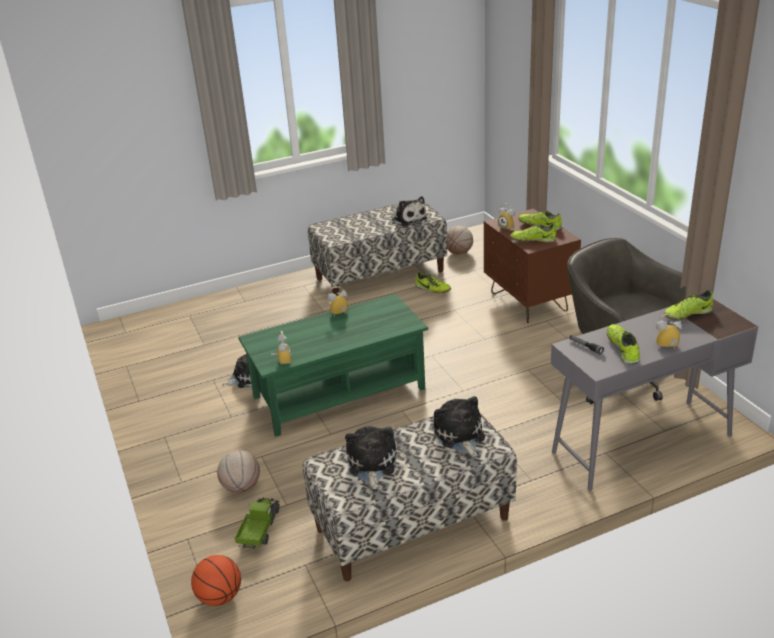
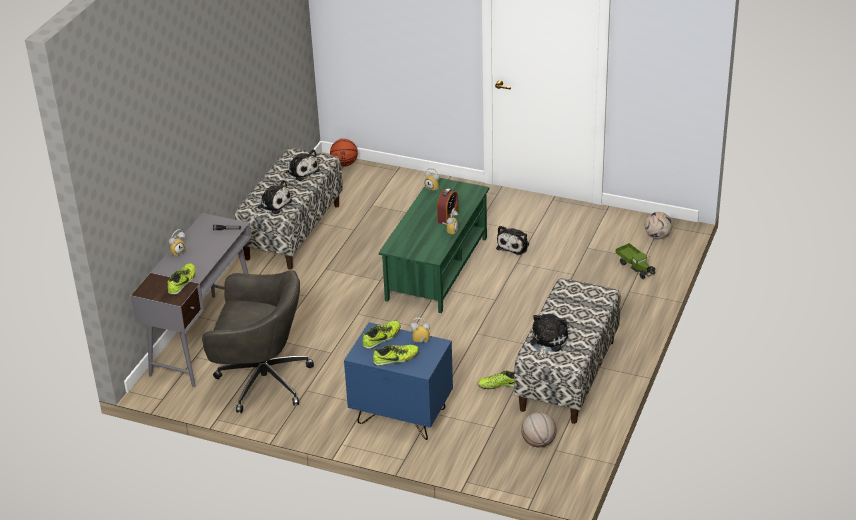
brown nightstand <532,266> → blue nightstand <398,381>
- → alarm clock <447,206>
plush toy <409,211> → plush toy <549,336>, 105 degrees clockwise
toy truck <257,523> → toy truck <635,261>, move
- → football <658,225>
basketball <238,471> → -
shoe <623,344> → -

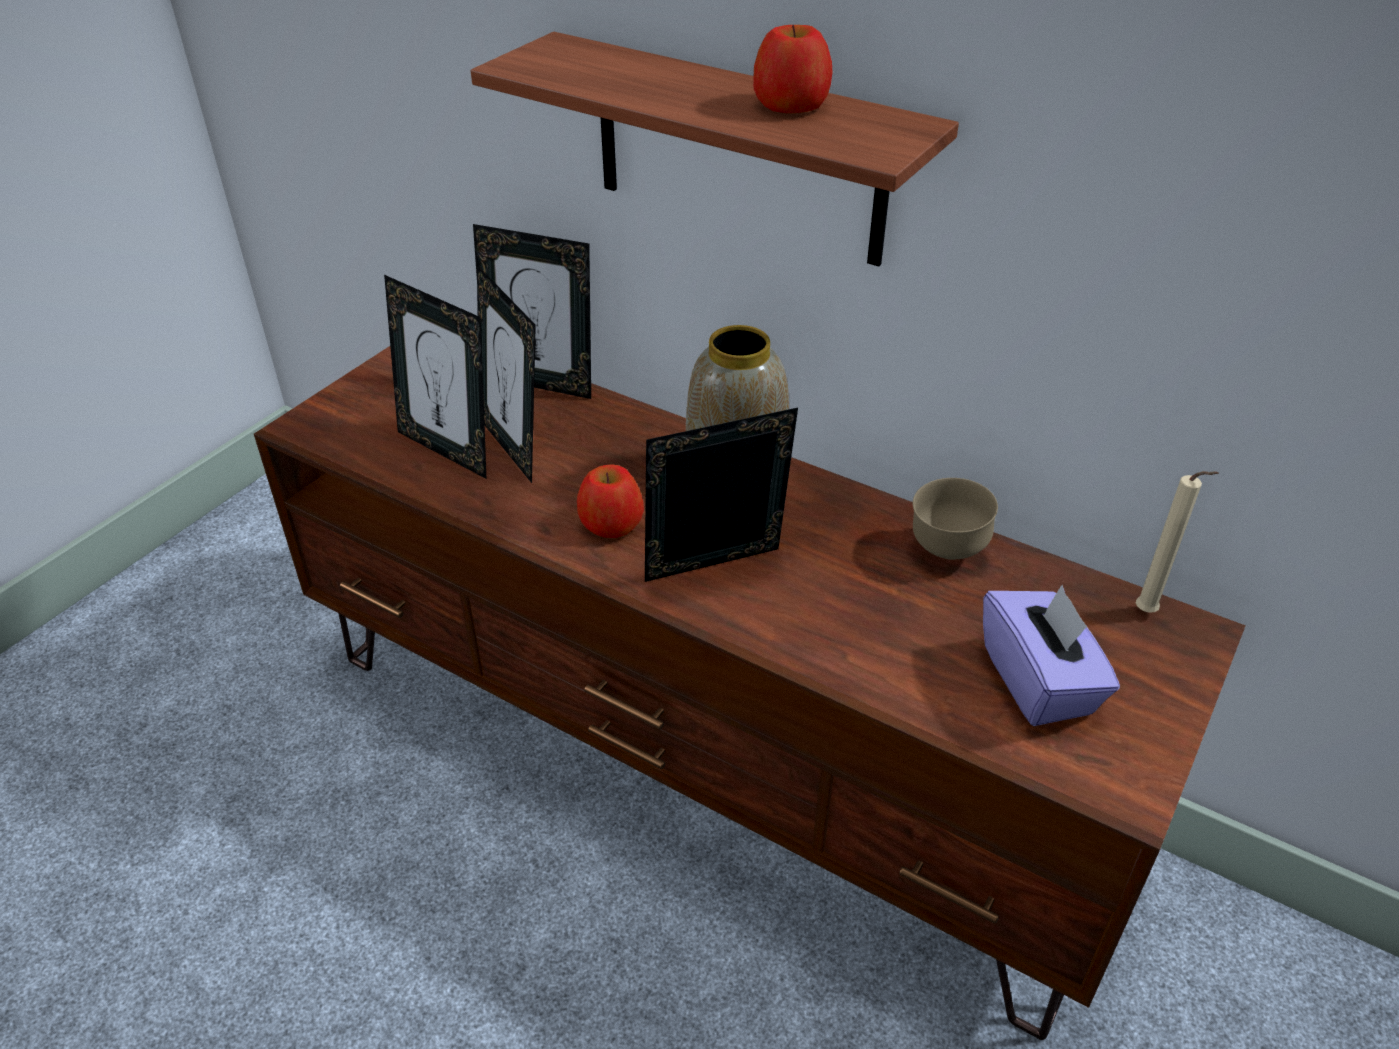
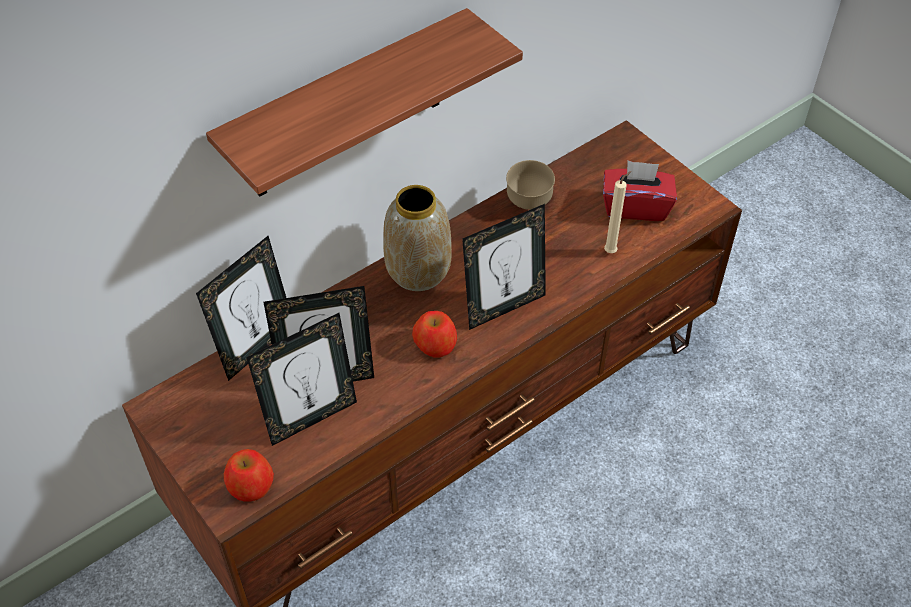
apple <792,68> → apple <249,475>, move
picture frame <721,495> → picture frame <504,267>, 120 degrees counterclockwise
purple tissue box <1051,655> → red tissue box <640,190>
beige candle <1177,542> → beige candle <618,212>, move

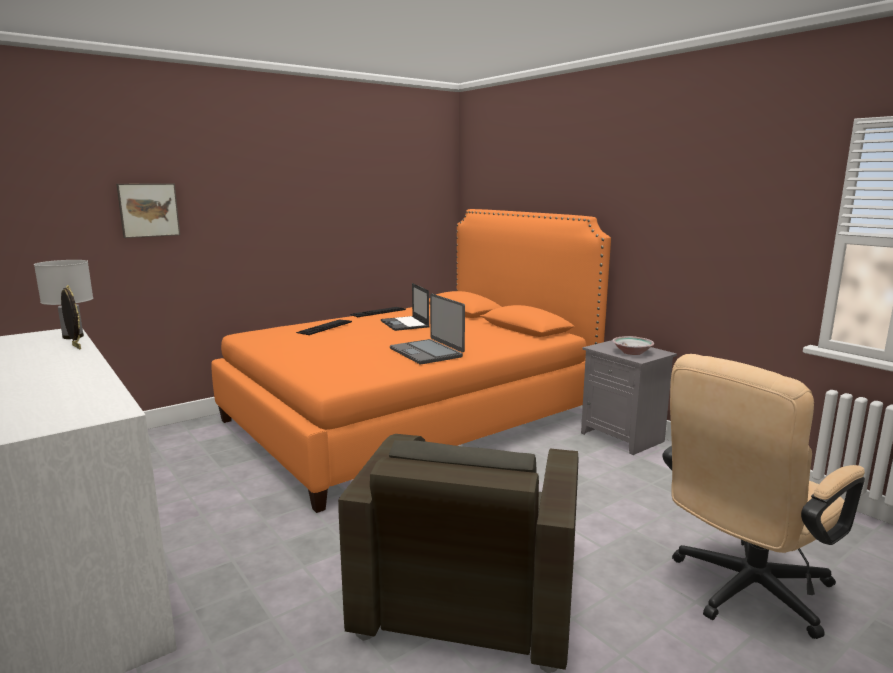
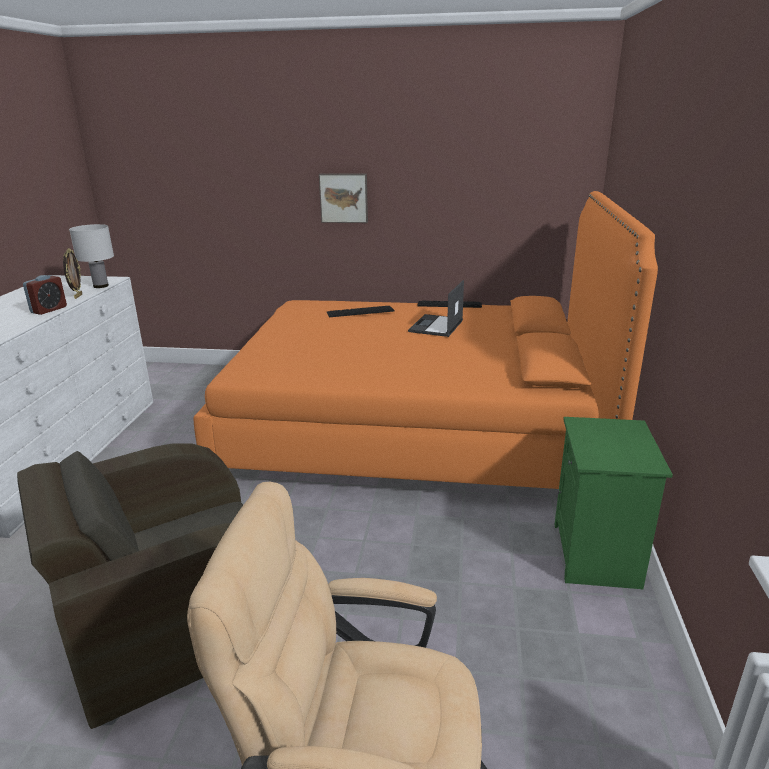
- → alarm clock <45,295>
picture <148,210> → picture <343,198>, move
grey nightstand <629,397> → green nightstand <613,503>
laptop <427,329> → -
bowl <633,345> → -

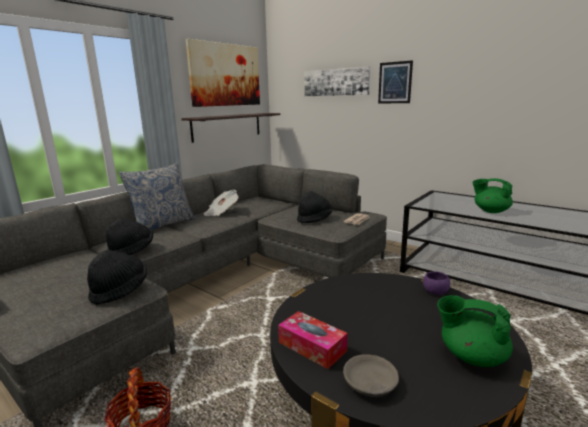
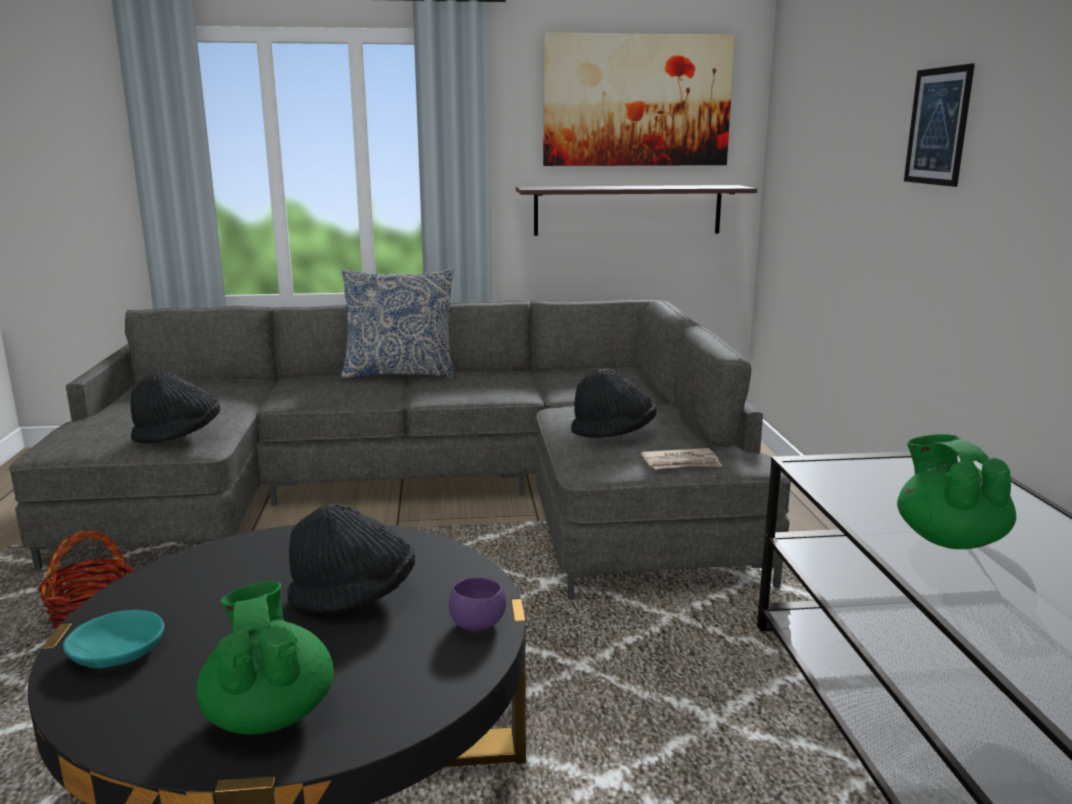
grey bowl <371,375> → turquoise bowl <113,639>
black hat <129,236> → black hat <351,558>, move
newspaper <221,203> → -
tissue box <313,340> → -
picture <337,81> → -

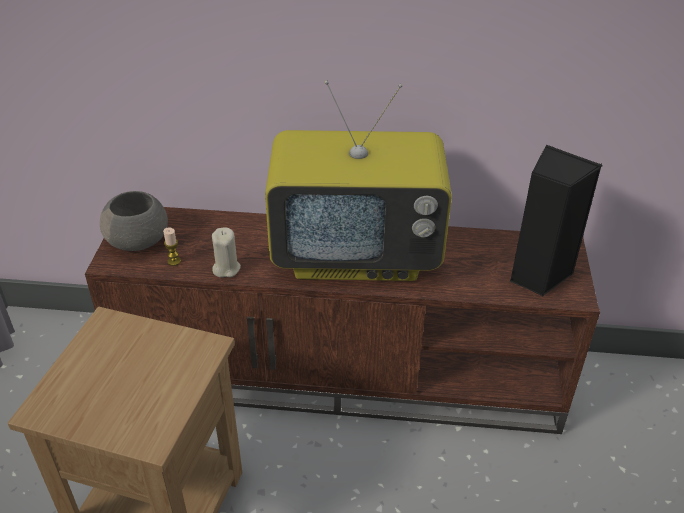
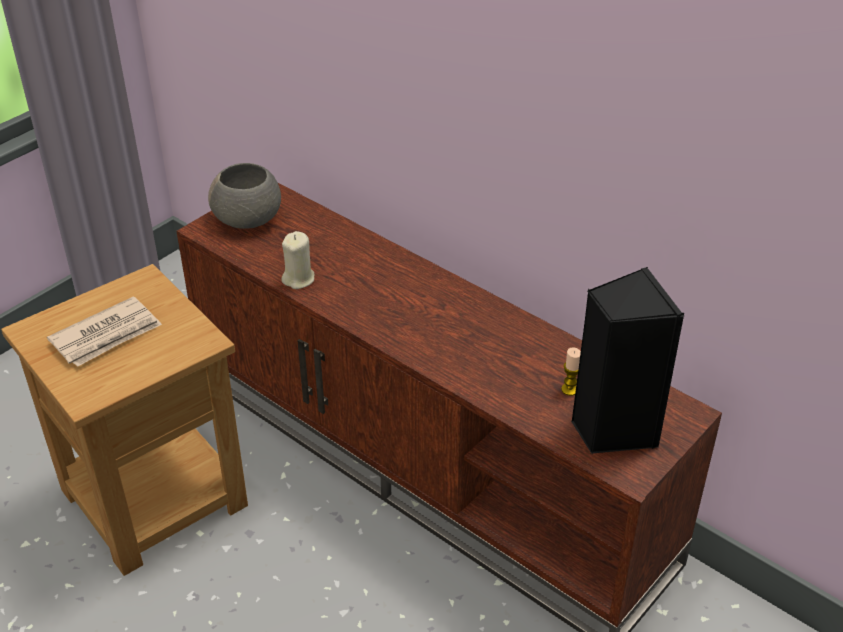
- → newspaper <104,331>
candle <172,246> → candle <571,371>, move
television <358,181> → -

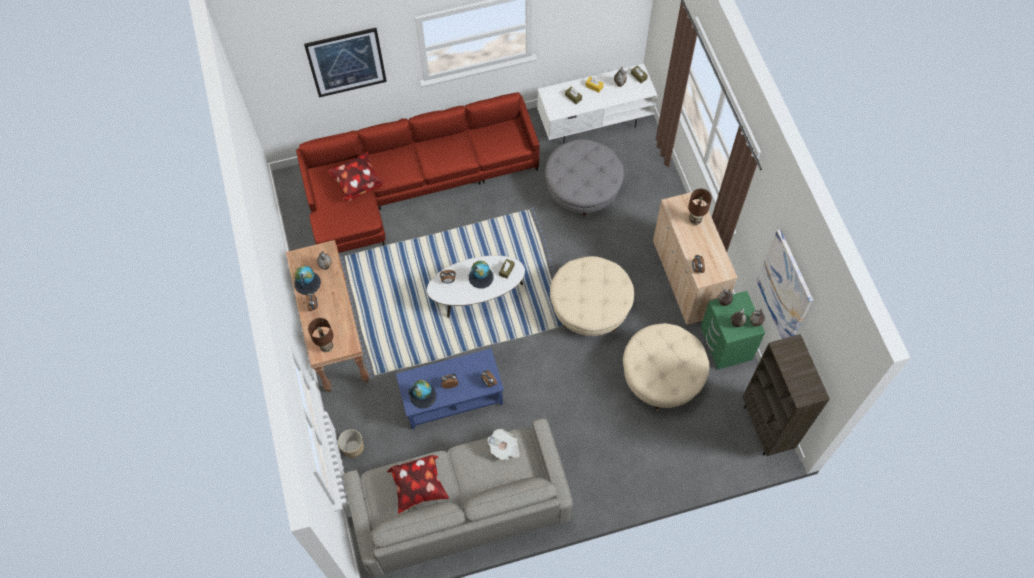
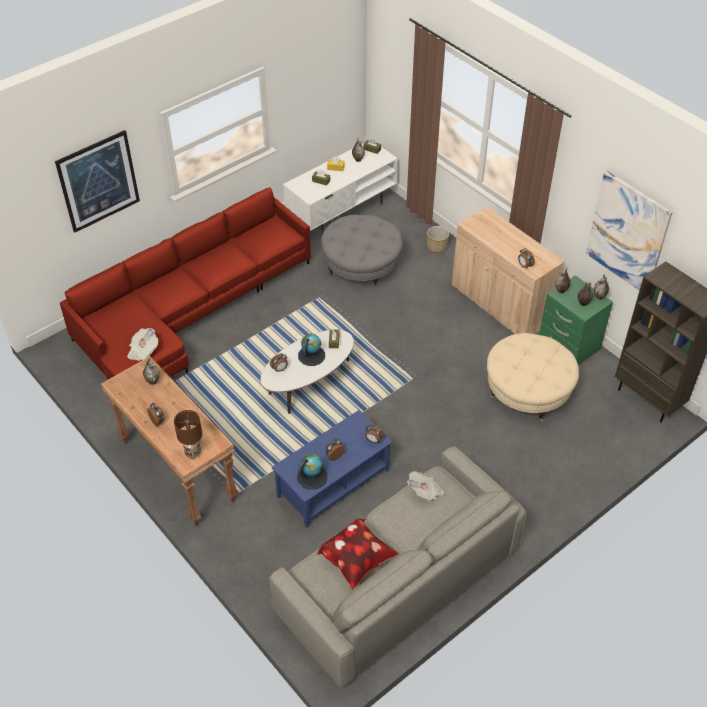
- → newspaper <142,344>
planter <351,443> → planter <438,239>, move
globe <307,280> → -
pillow <356,176> → -
beige ottoman <592,296> → -
brown table lamp <700,207> → -

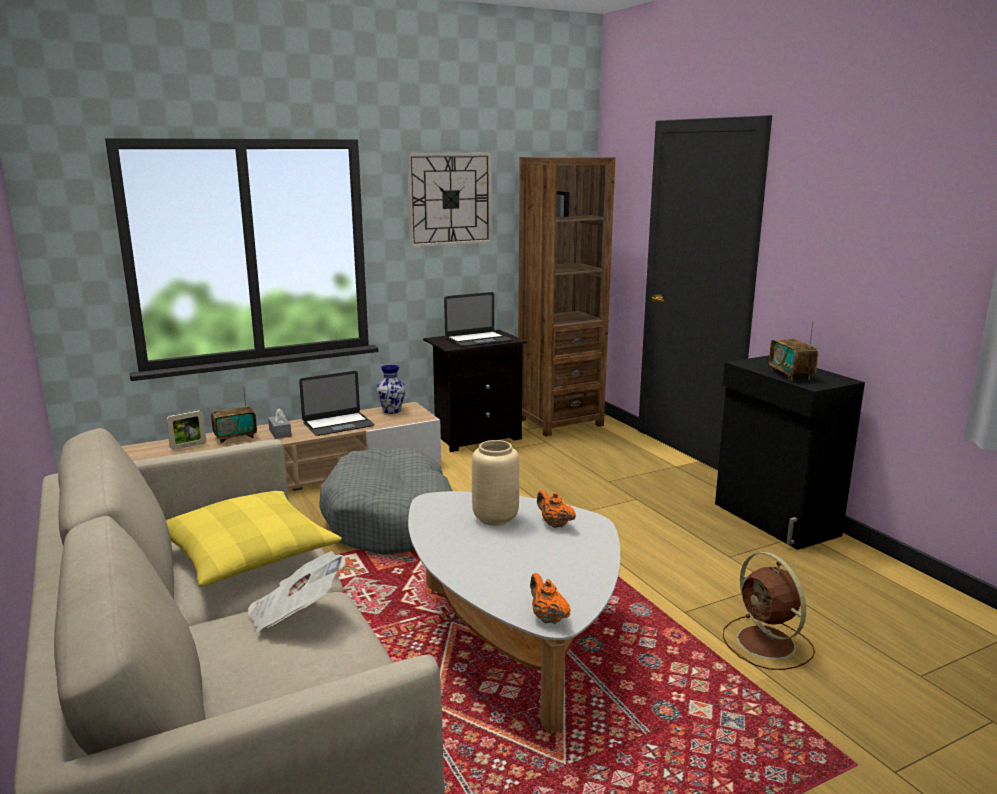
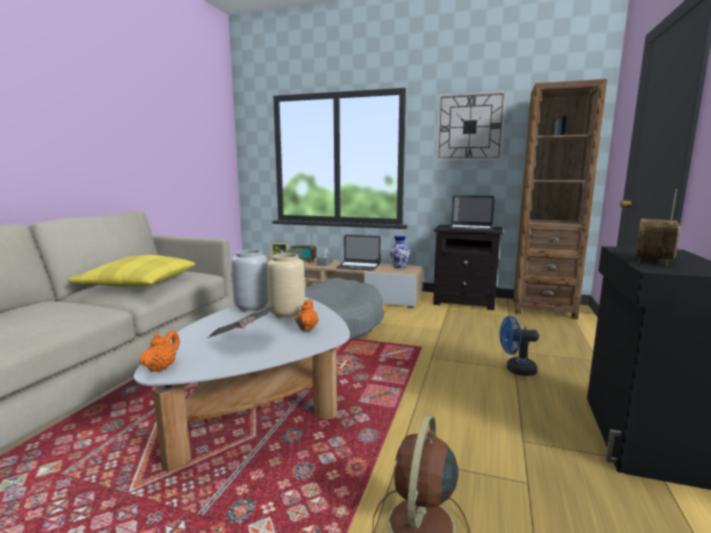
newspaper <297,592> → newspaper <241,322>, move
- → grey vase <249,281>
- → blue fan <519,346>

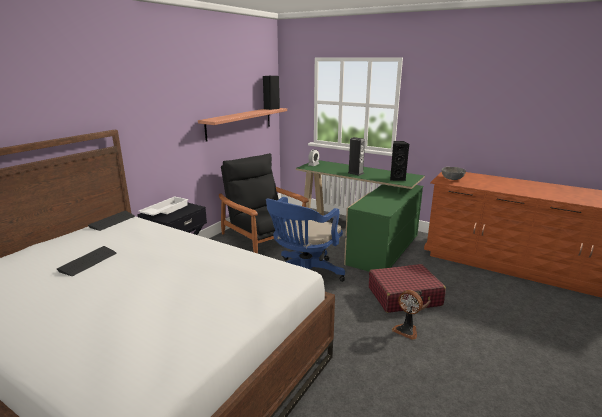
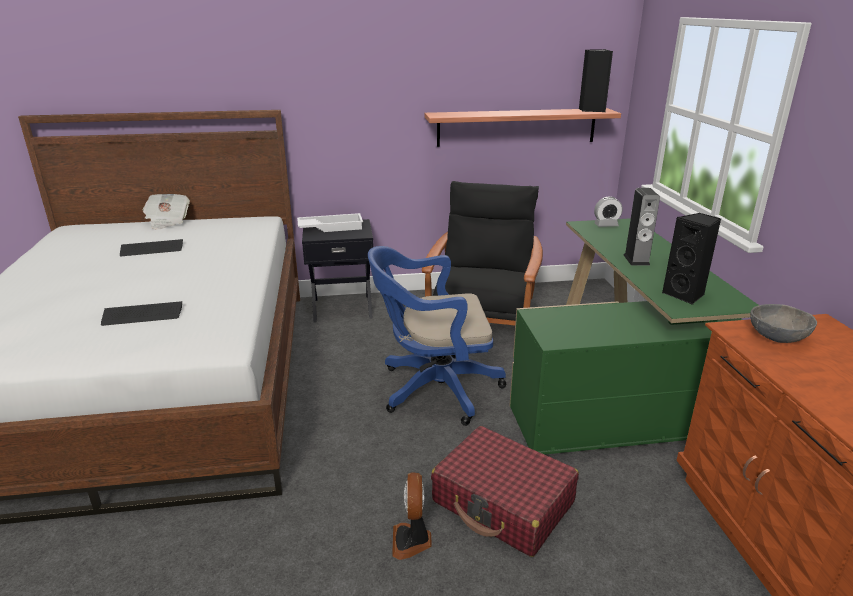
keyboard <111,221> → keyboard <141,313>, move
- → newspaper <166,211>

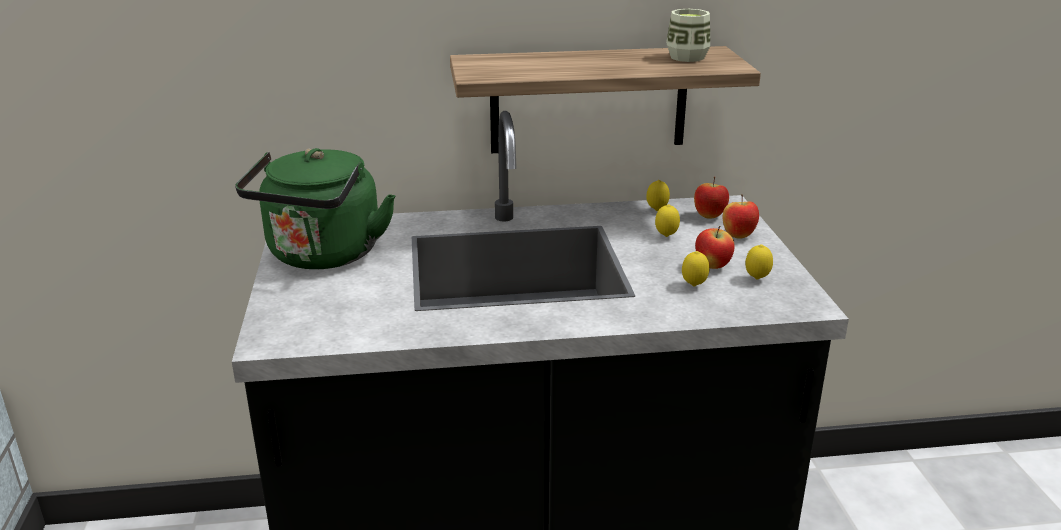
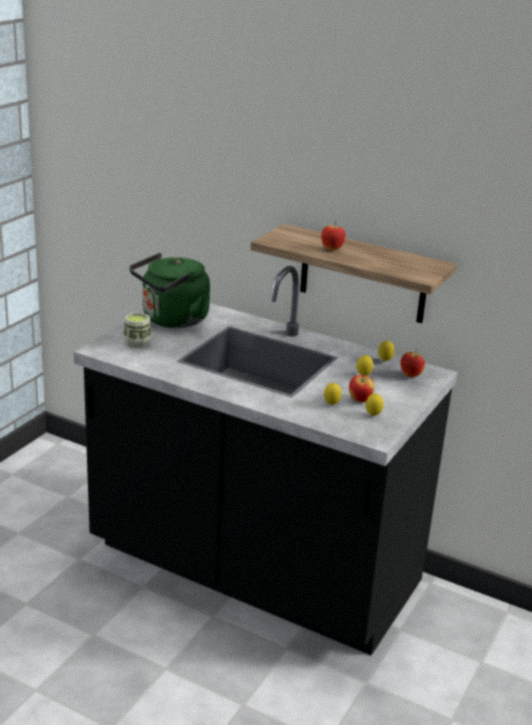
cup <688,35> → cup <137,330>, move
apple <741,216> → apple <333,236>, move

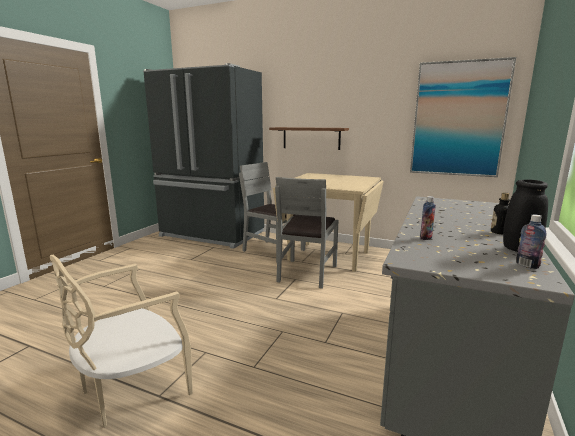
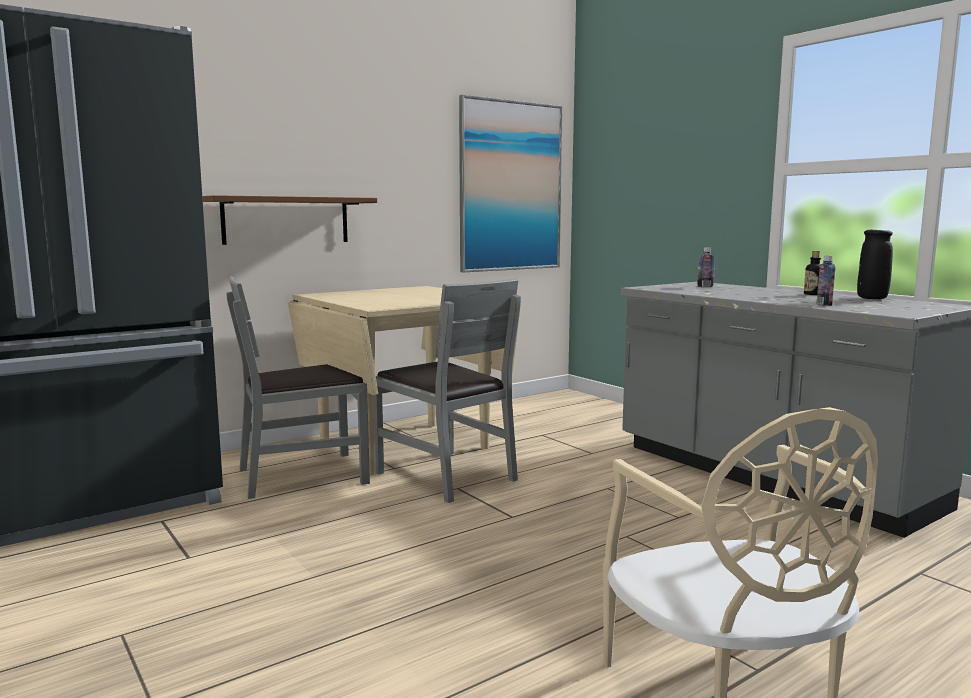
bottle <531,241> → bottle <706,267>, move

